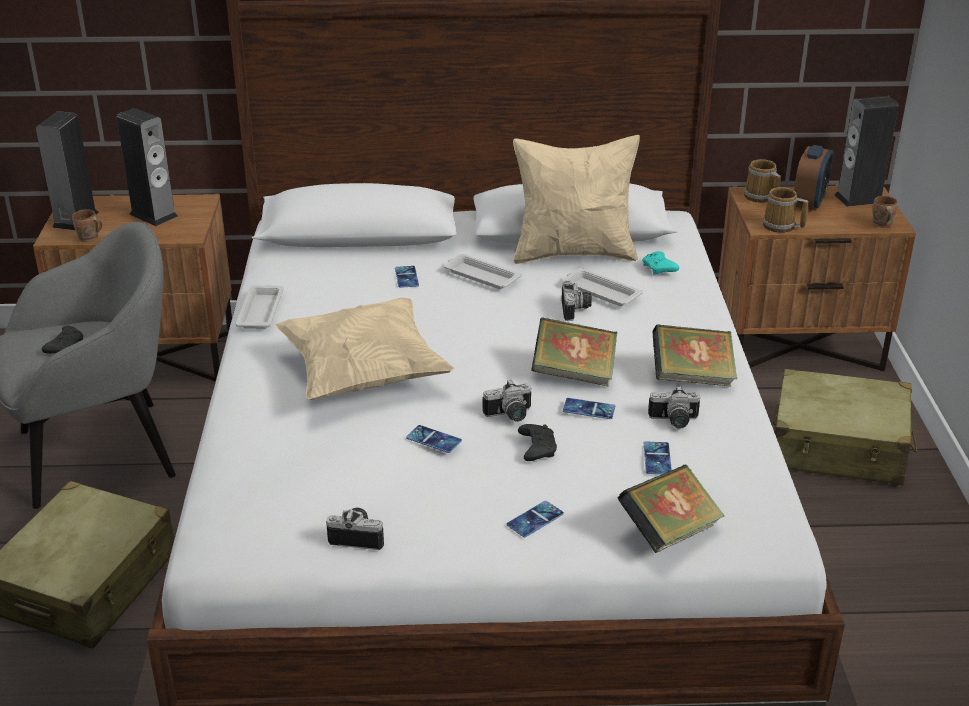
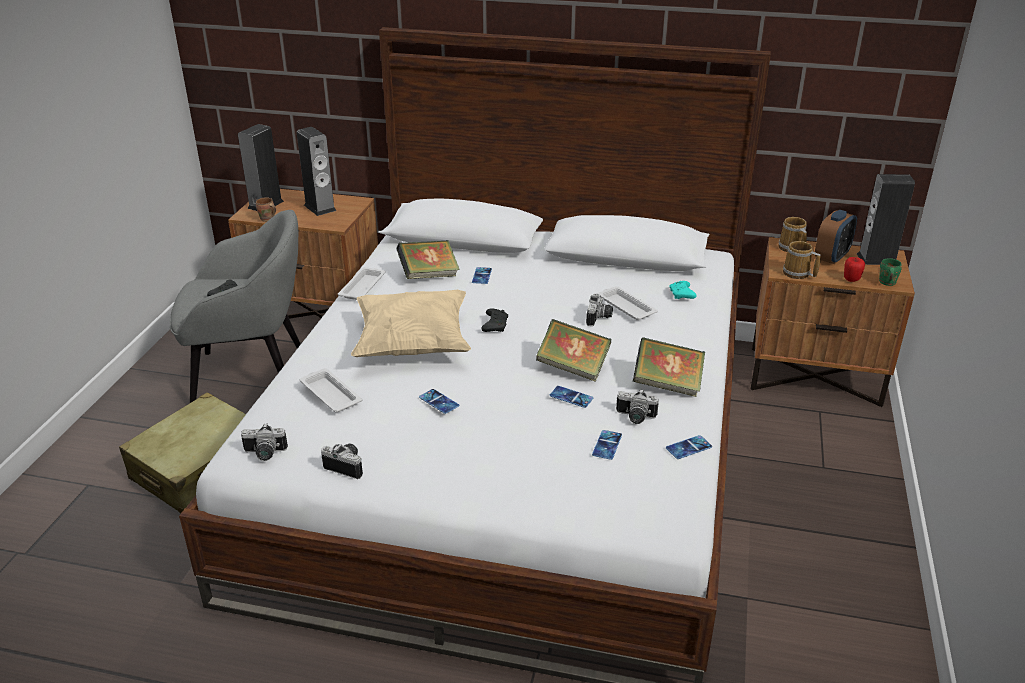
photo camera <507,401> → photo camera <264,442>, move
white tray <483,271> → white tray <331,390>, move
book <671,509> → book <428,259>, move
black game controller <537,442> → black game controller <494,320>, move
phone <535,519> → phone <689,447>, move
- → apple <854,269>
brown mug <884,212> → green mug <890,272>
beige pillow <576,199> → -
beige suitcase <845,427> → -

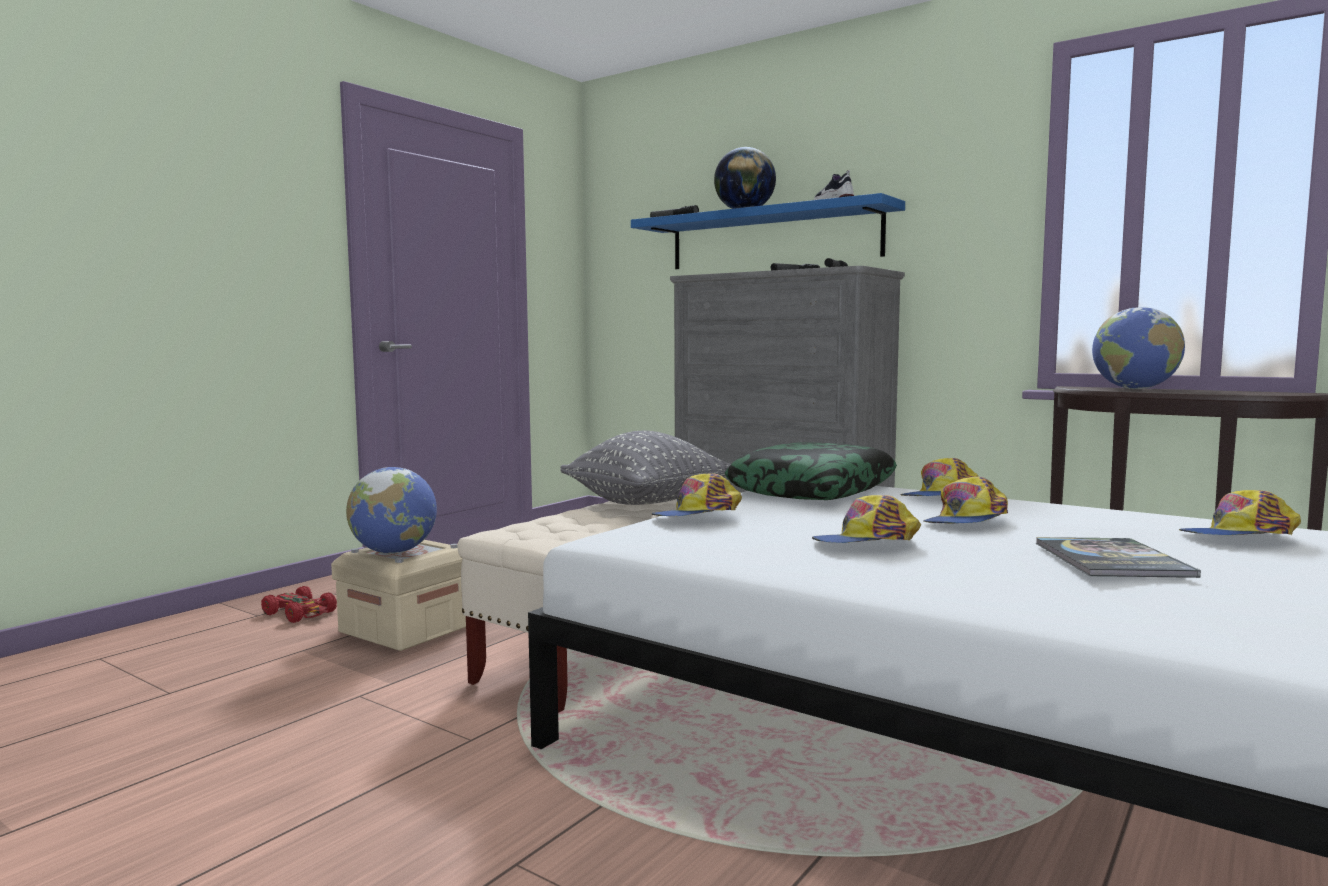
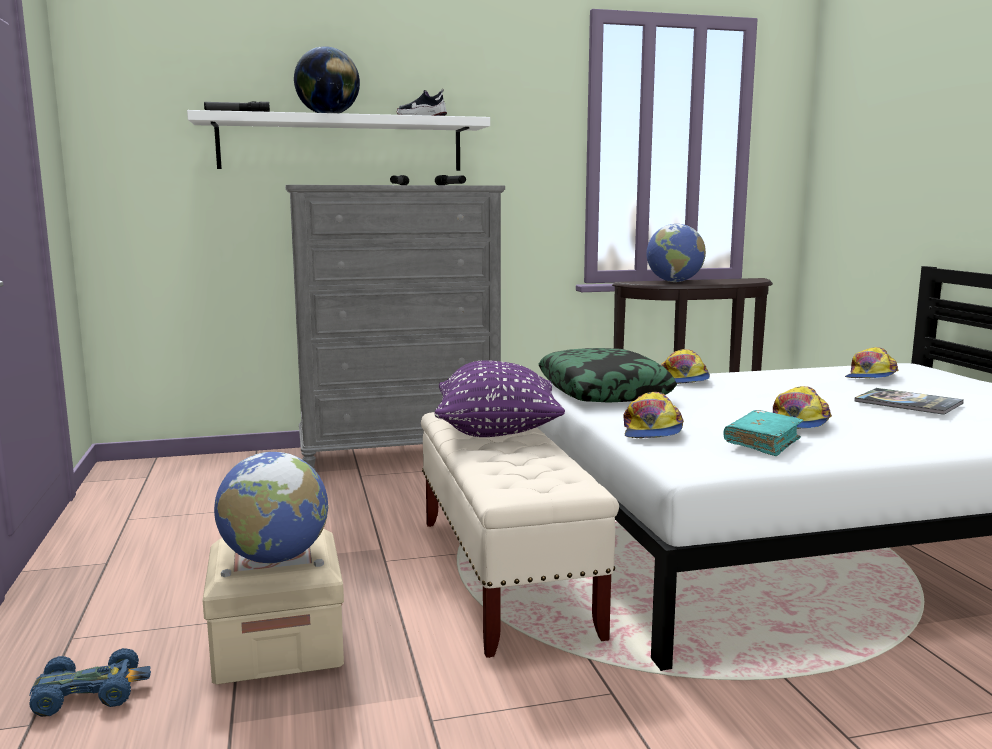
red toy car <299,604> → blue toy car <90,682>
blue shelf <768,231> → white shelf <338,140>
grey pillow <645,468> → purple pillow <500,398>
- → turquoise book <763,433>
cap <965,500> → -

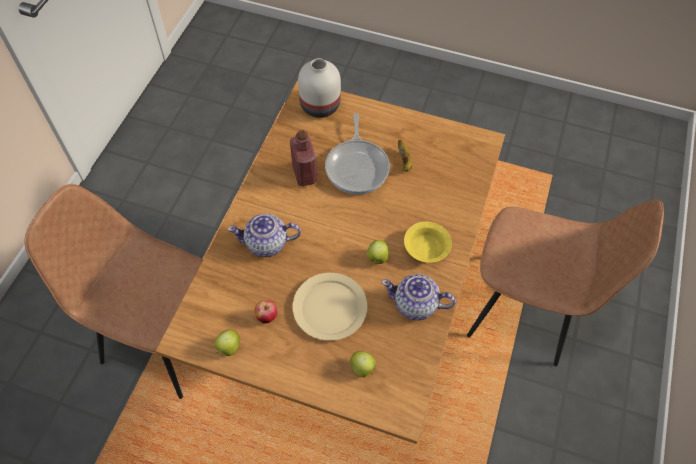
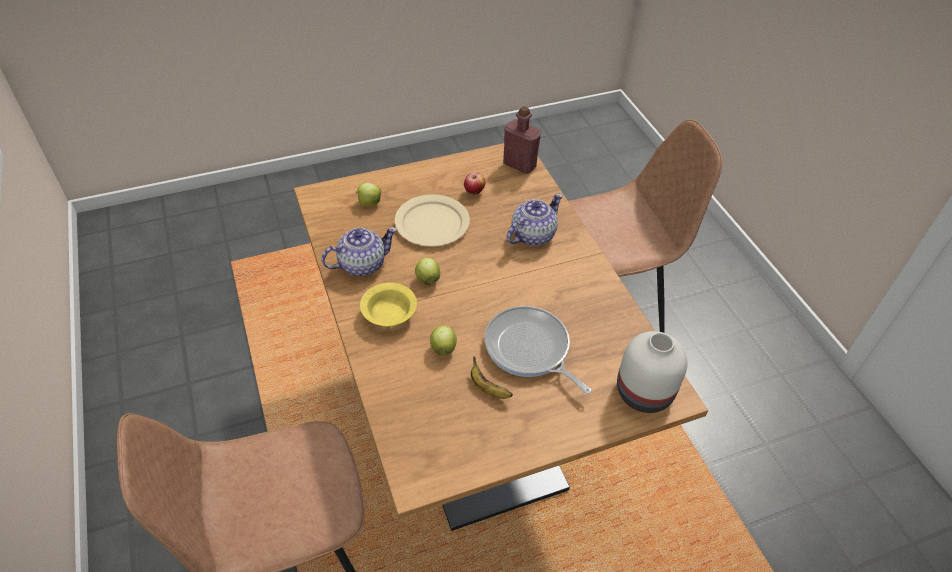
apple <227,342> → apple <443,340>, move
red bottle <303,158> → red bottle <522,140>, move

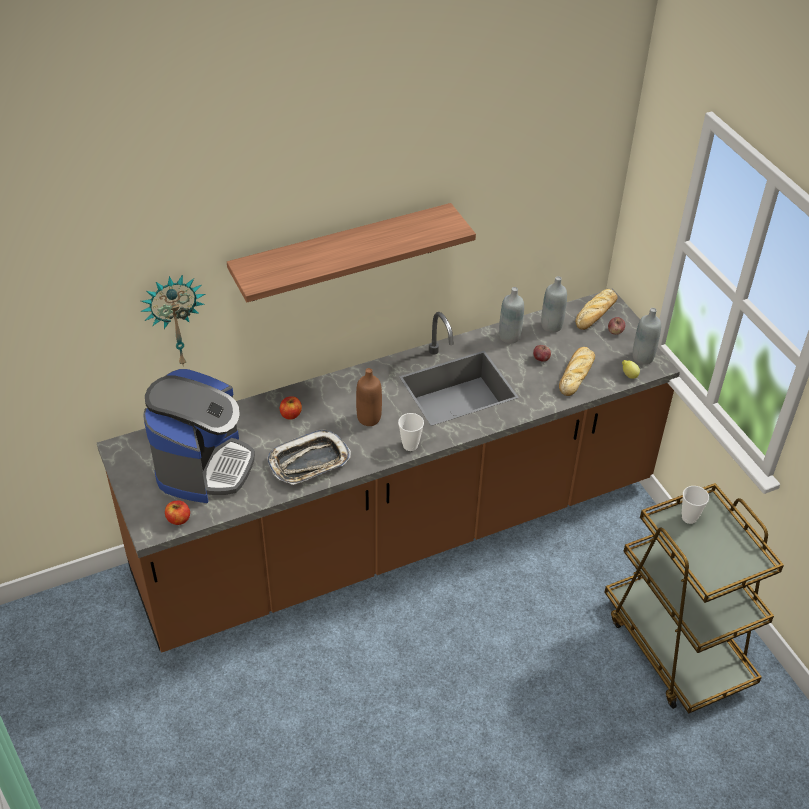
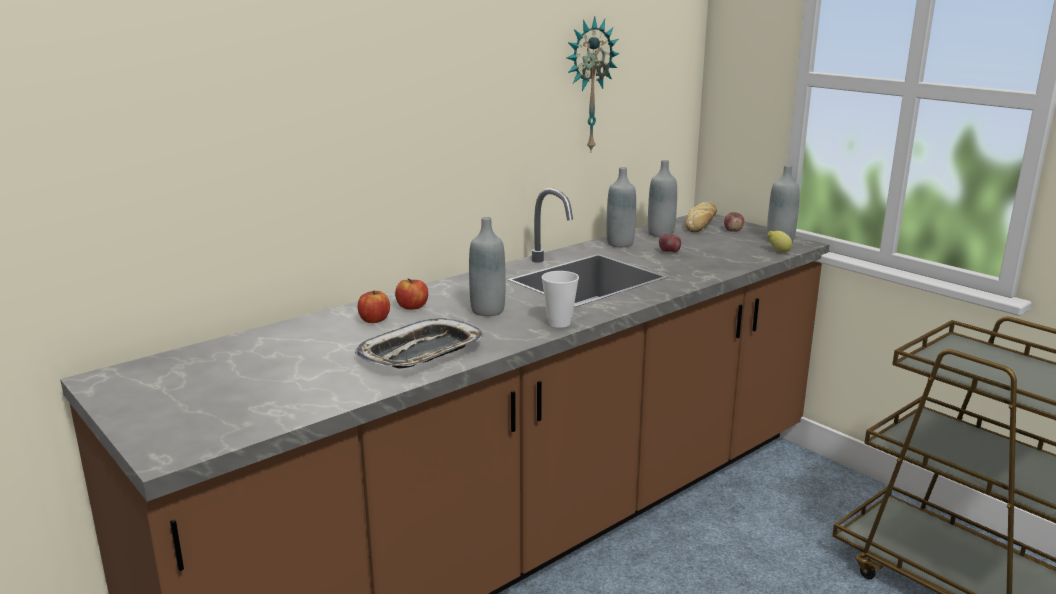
apple <177,512> → apple <411,294>, move
brown bottle <369,397> → grey bottle <487,266>
wall clock <172,321> → wall clock <593,83>, move
coffee machine <199,436> → -
shelf <351,252> → -
bread <577,371> → -
cup <695,505> → -

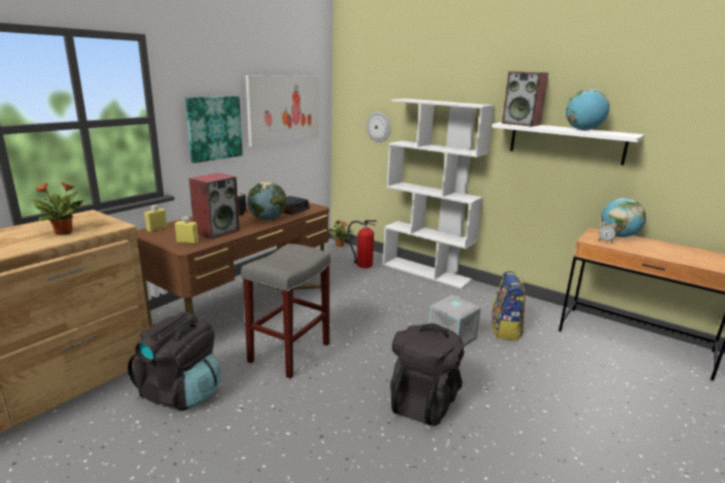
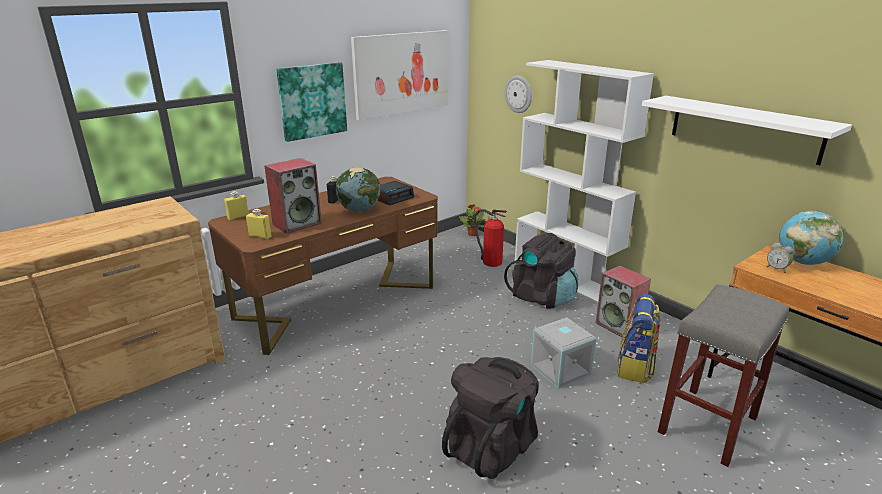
black backpack <174,361> → black backpack <541,271>, move
speaker <525,99> → speaker <623,301>, move
grey stool <286,311> → grey stool <723,375>, move
potted plant <57,208> → -
globe <588,110> → -

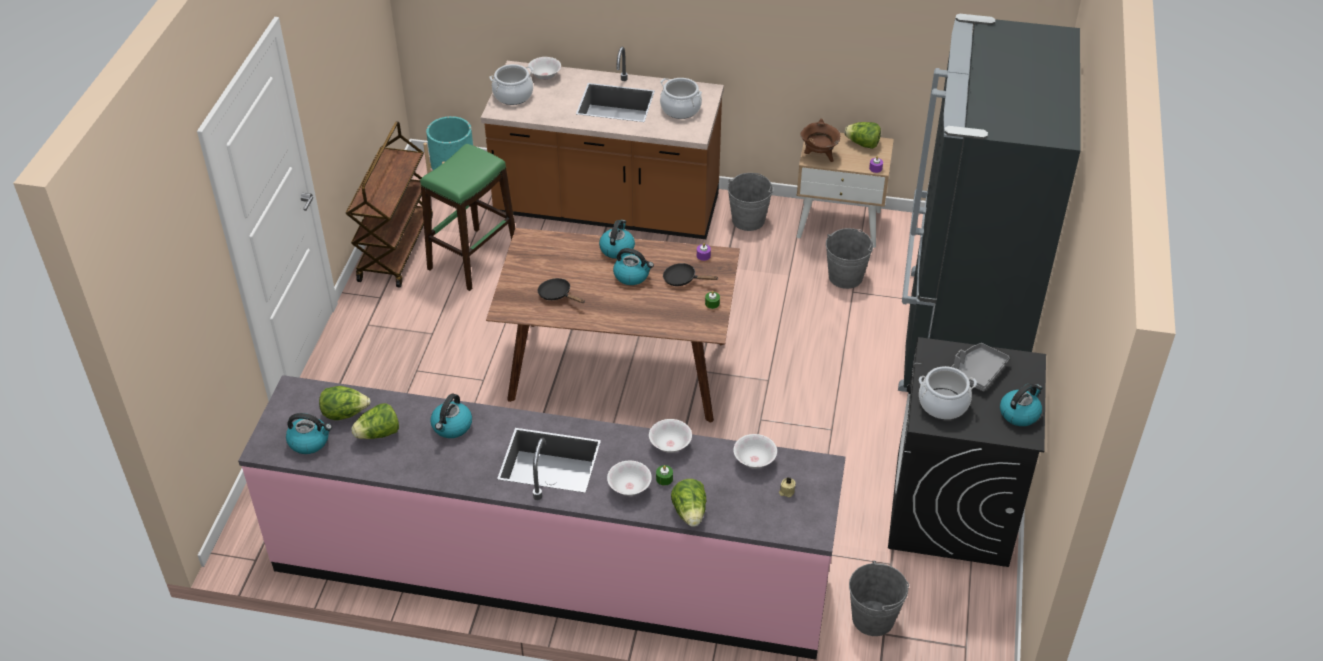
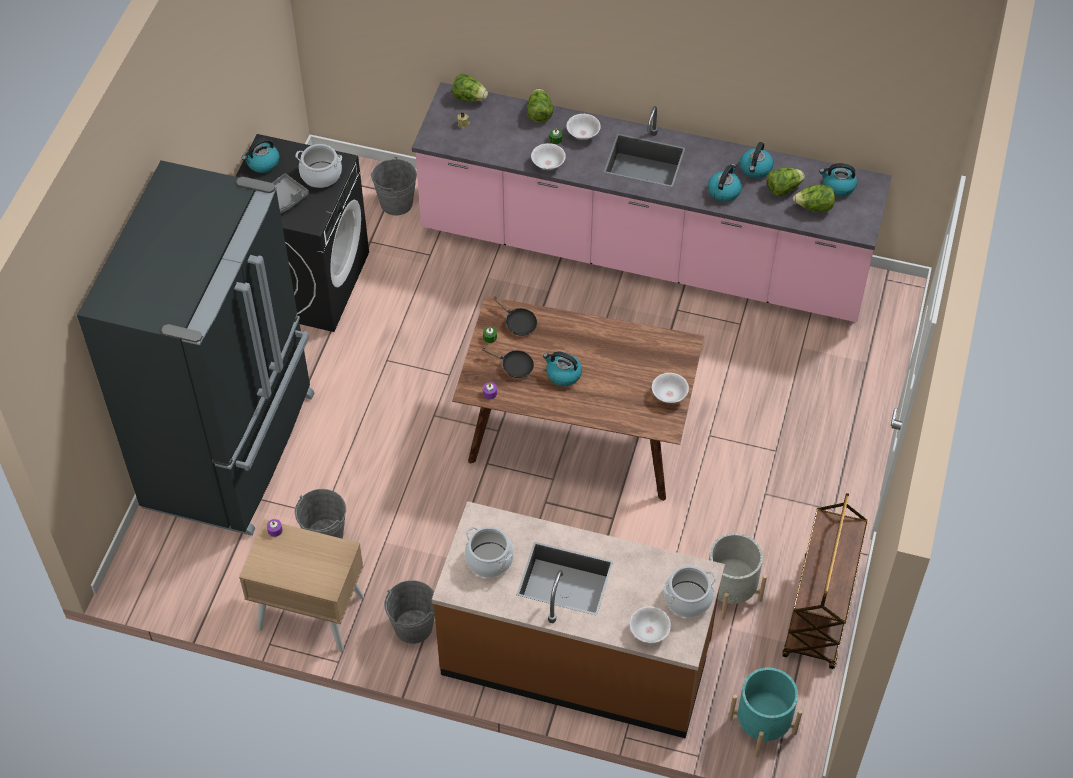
lettuce <862,135> → lettuce <470,87>, move
black frying pan <561,290> → black frying pan <515,316>, move
white bowl <755,451> → white bowl <670,388>, move
green stool <467,217> → grey planter <734,576>
kettle <617,239> → kettle <757,160>, move
brown cooking pot <820,140> → -

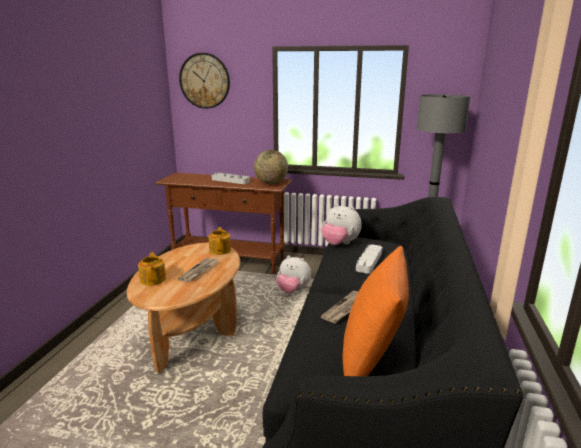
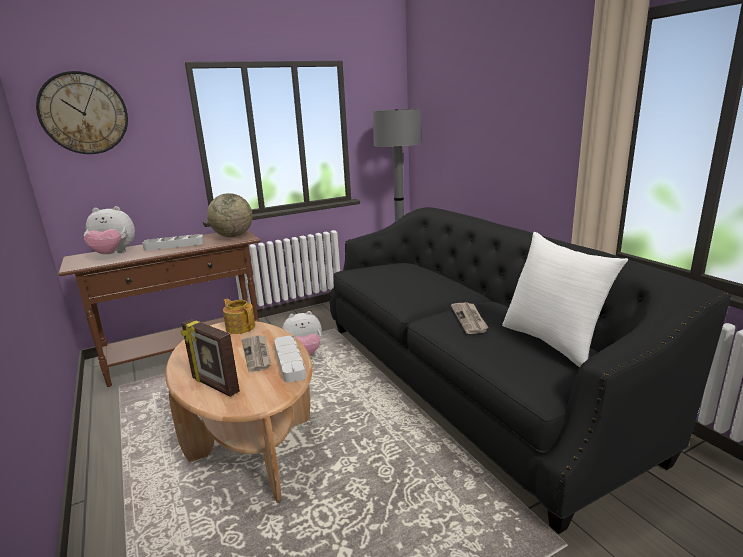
plush toy <341,224> → plush toy <109,230>, move
teapot <152,269> → picture frame <210,358>
grey tray <369,259> → grey tray <290,359>, move
orange pillow <376,311> → white pillow <565,300>

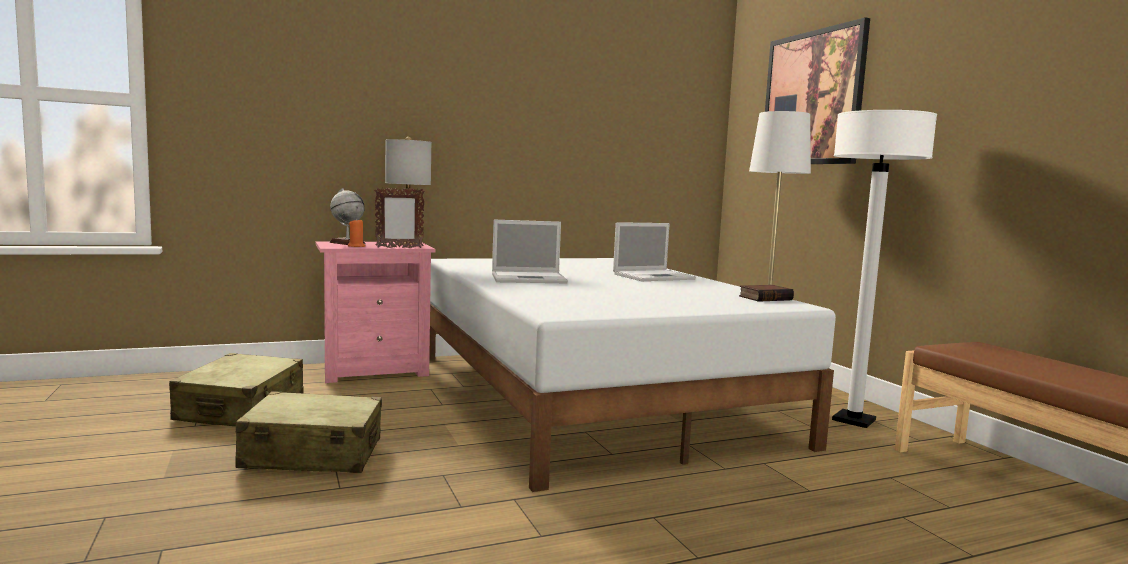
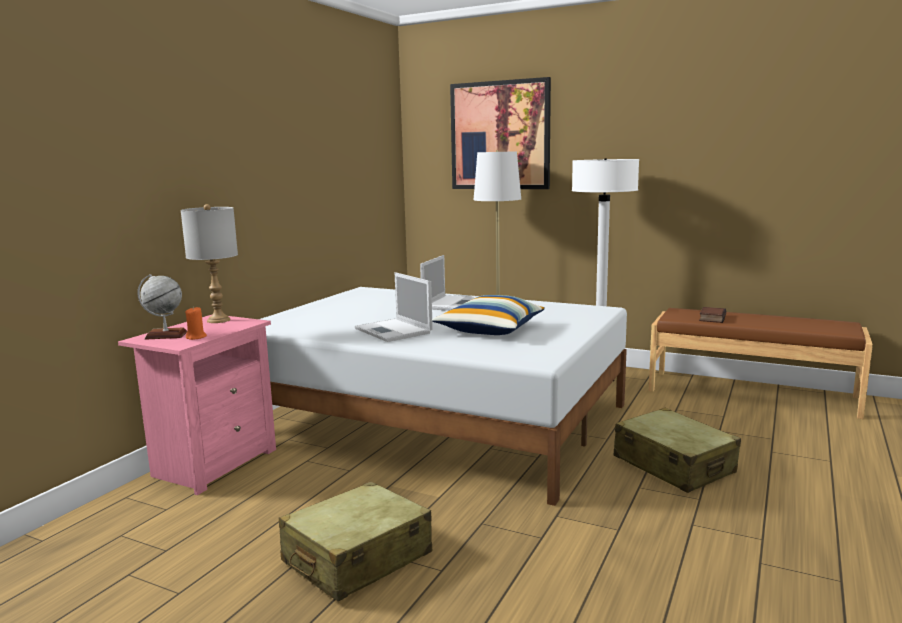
laptop <530,251> → laptop <394,307>, 105 degrees clockwise
- → pillow <488,315>
beige suitcase <236,389> → beige suitcase <677,450>, move
book <766,293> → book <712,315>, move
picture frame <399,218> → -

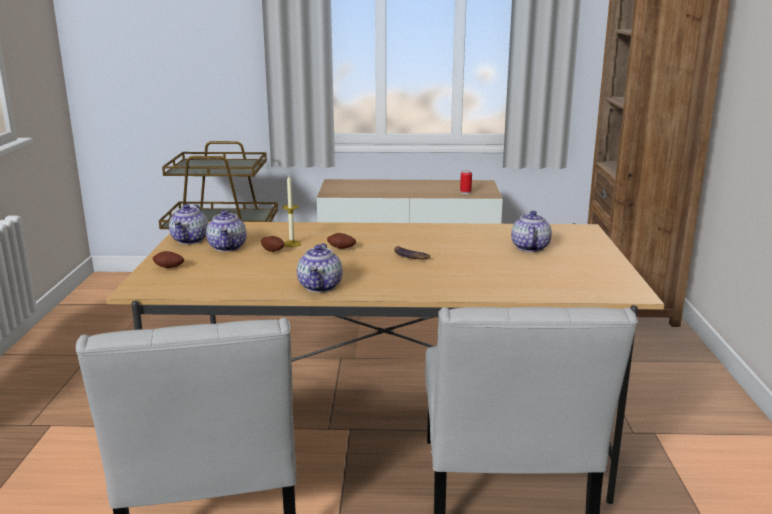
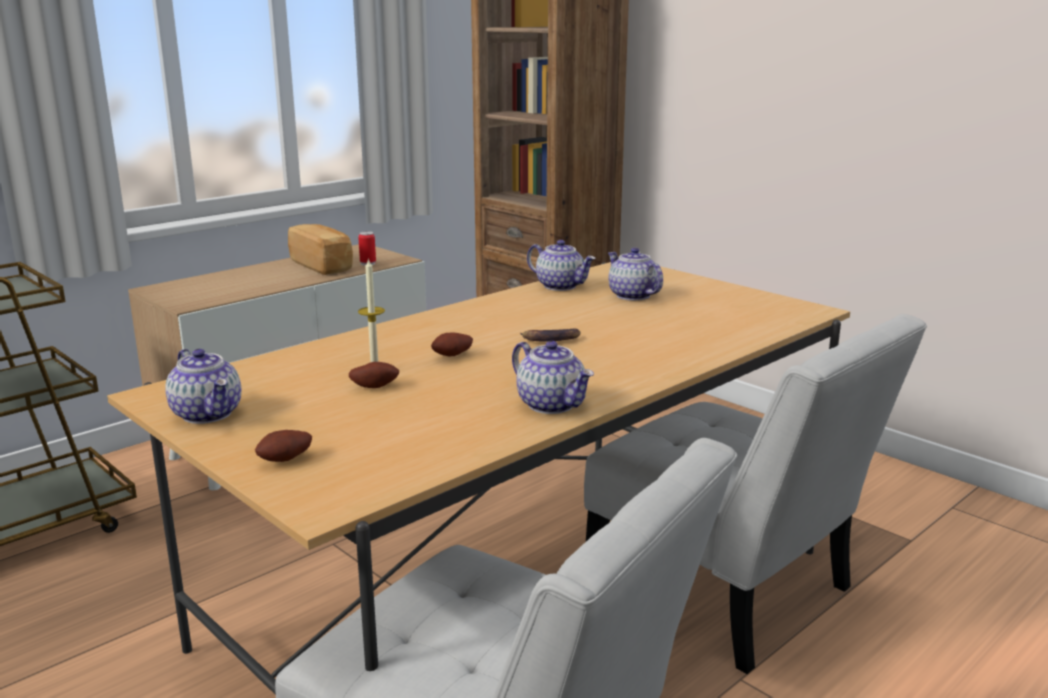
- → bread <320,249>
teapot <226,231> → teapot <561,265>, move

